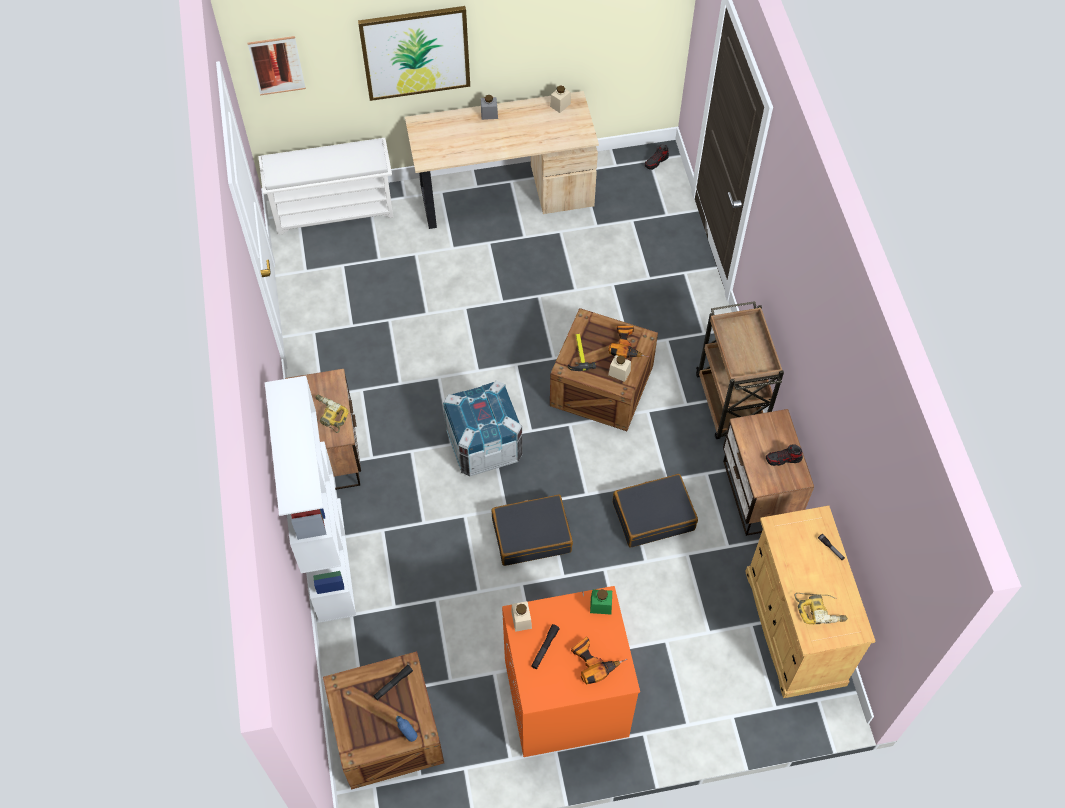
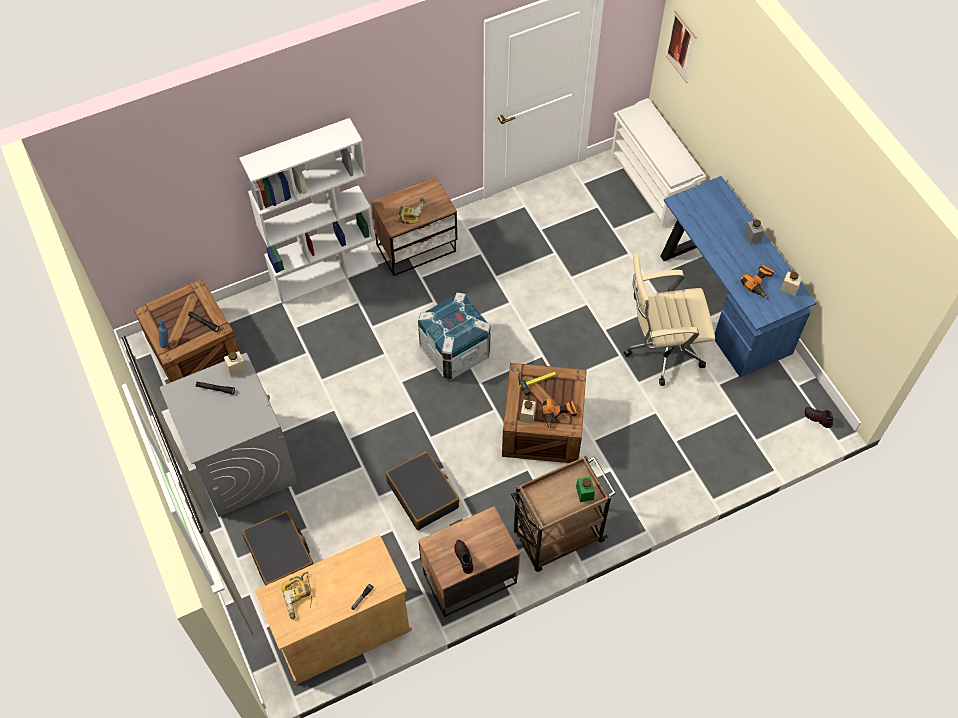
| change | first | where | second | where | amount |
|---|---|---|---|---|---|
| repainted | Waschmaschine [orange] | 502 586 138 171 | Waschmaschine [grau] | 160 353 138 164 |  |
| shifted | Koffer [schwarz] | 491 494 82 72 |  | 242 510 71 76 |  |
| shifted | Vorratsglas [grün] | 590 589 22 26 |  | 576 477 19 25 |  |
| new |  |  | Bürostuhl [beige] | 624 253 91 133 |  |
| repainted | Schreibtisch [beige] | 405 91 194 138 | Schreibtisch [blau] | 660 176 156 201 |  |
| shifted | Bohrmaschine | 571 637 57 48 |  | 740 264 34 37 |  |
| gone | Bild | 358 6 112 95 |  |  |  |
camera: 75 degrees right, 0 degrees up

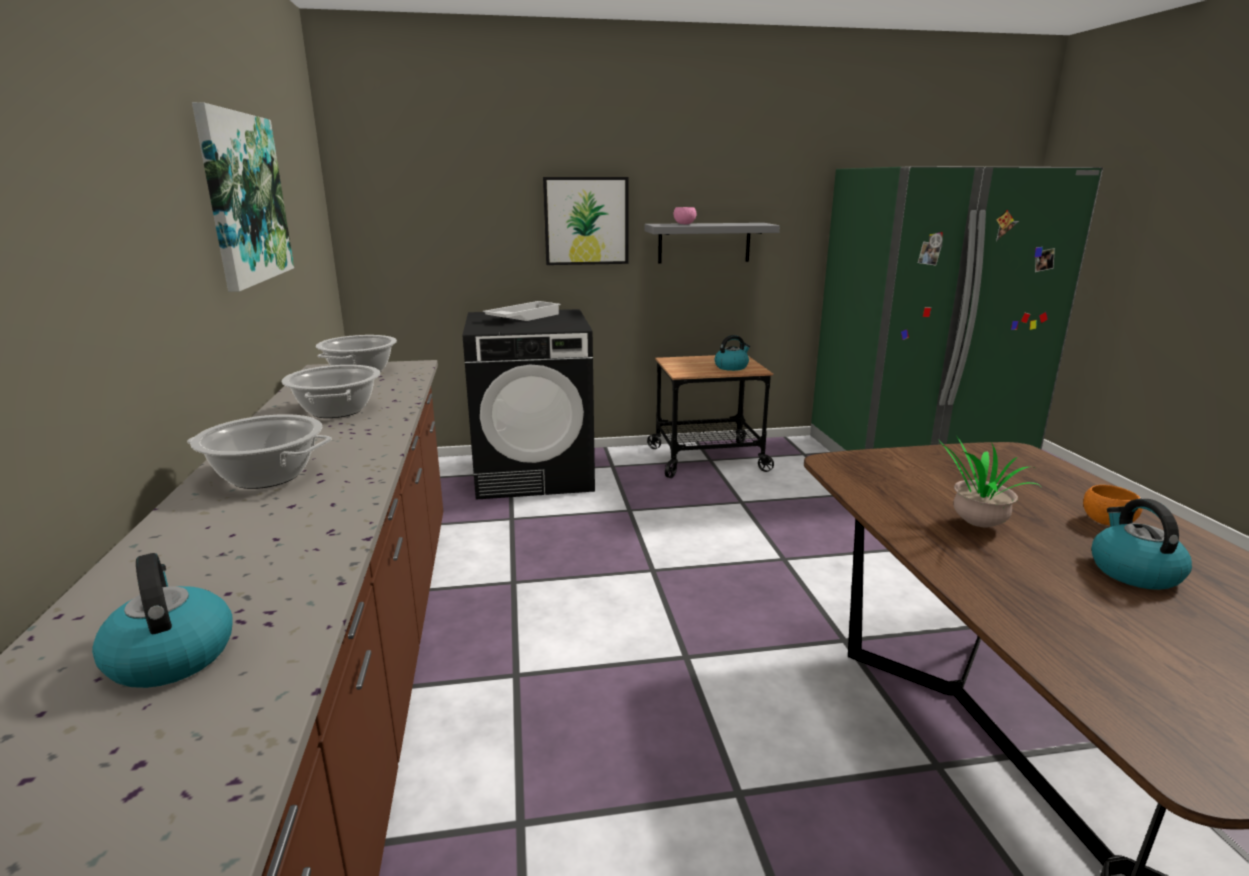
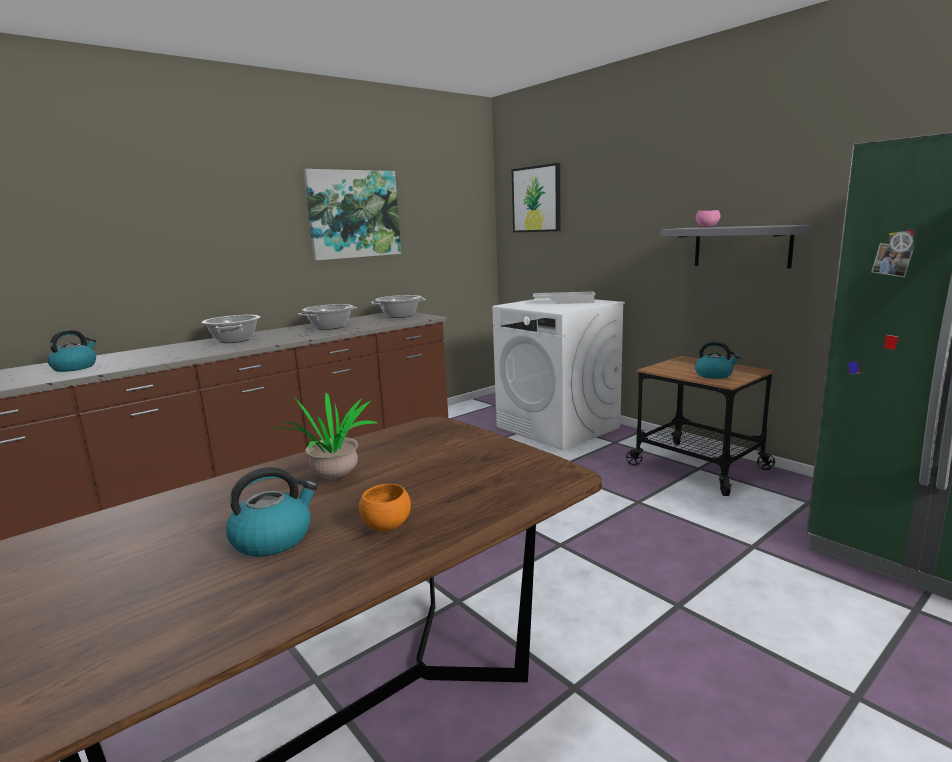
| change | first | where | second | where | amount |
|---|---|---|---|---|---|
| repainted | Waschmaschine [schwarz] | 463 309 132 191 | Waschmaschine [weiß] | 492 298 133 152 |  |
| shifted | Bild | 543 177 86 88 |  | 511 163 49 69 |  |
camera: 60 degrees right, 5 degrees down

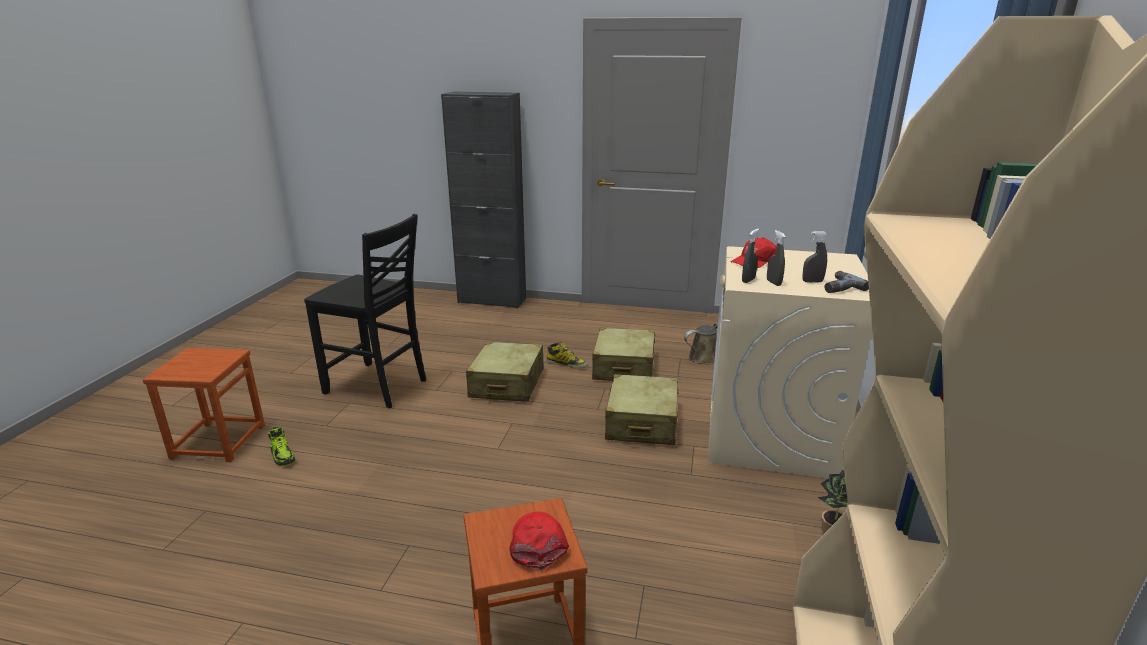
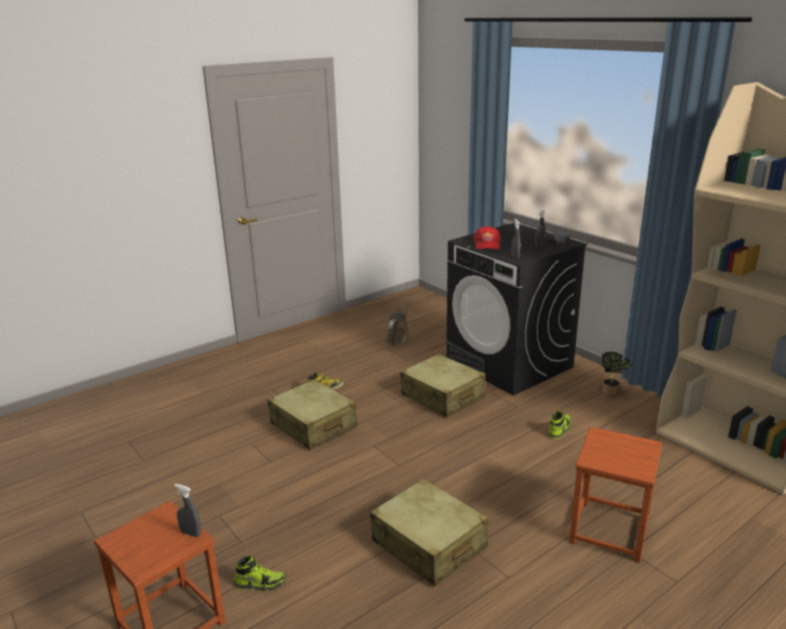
| change | first | where | second | where | amount |
|---|---|---|---|---|---|
| shifted | Sprühflasche [grau] | 767 230 19 56 |  | 174 484 27 53 |  |
| shifted | Koffer [beige] | 592 328 63 53 |  | 370 479 118 107 |  |
| repainted | Waschmaschine [beige] | 708 246 164 233 | Waschmaschine [schwarz] | 446 223 142 173 |  |
| new |  |  | Schuh | 548 411 24 28 |  |
| gone | Stuhl [schwarz] | 304 214 122 194 |  |  |  |
| gone | Schrank [schwarz] | 441 92 85 216 |  |  |  |
| gone | Kappe [rot] | 509 512 60 58 |  |  |  |
camera: 50 degrees left, 0 degrees up

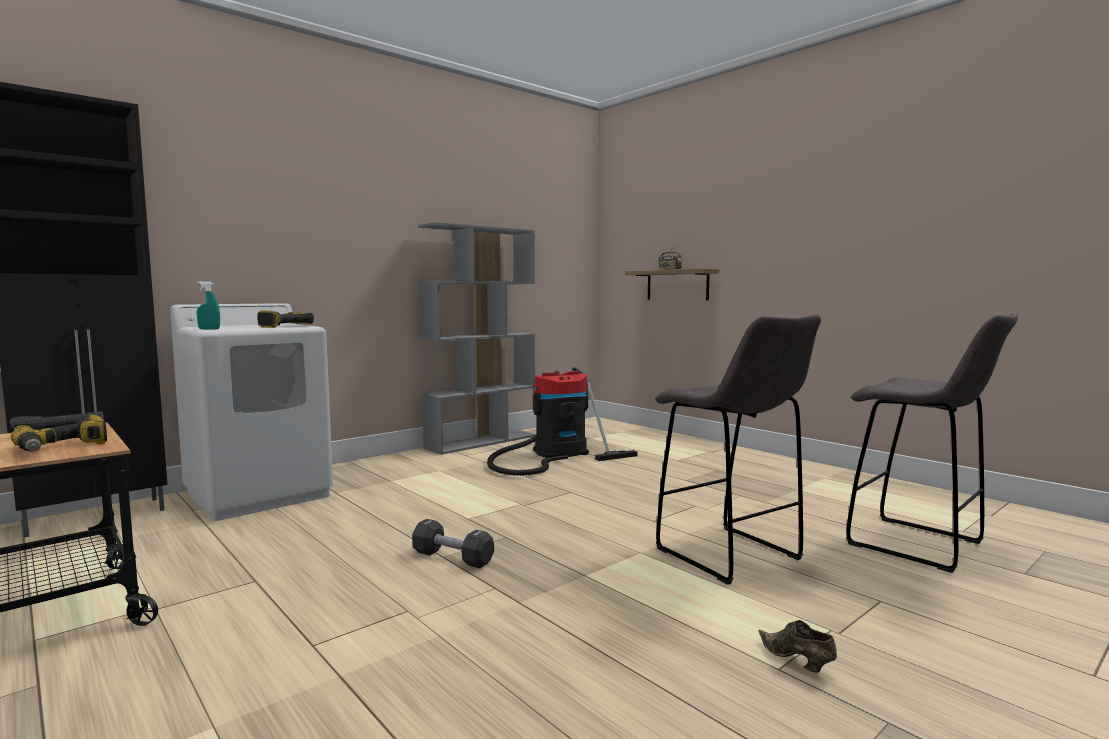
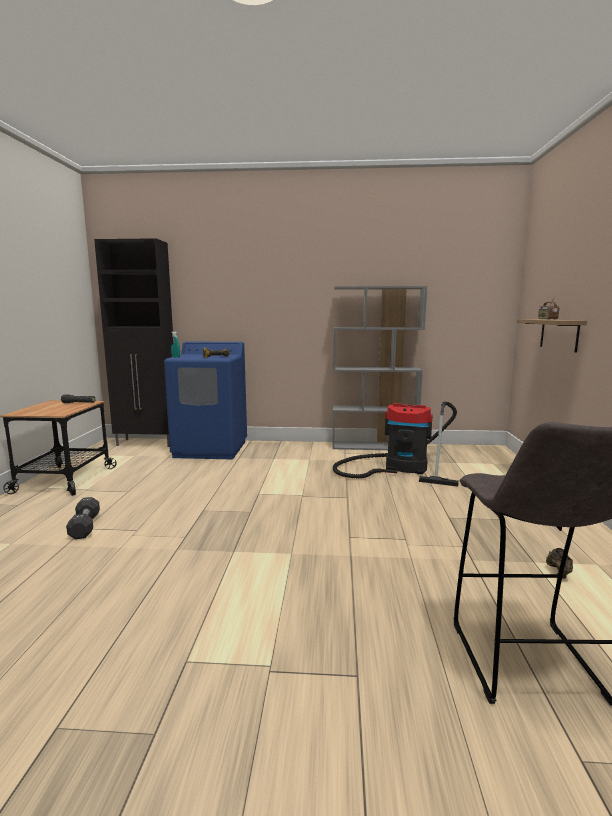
| change | first | where | second | where | amount |
|---|---|---|---|---|---|
| shifted | Hantel [schwarz] | 412 519 82 49 |  | 66 497 34 42 |  |
| repainted | Waschmaschine [weiß] | 170 303 163 218 | Waschmaschine [blau] | 164 342 83 117 |  |
| shifted | Schuh [braun] | 758 620 79 53 |  | 546 548 27 31 |  |
| gone | Bohrmaschine | 10 415 97 36 |  |  |  |
| gone | Hocker [grau] | 655 314 166 271 |  |  |  |
camera: 45 degrees right, 5 degrees up

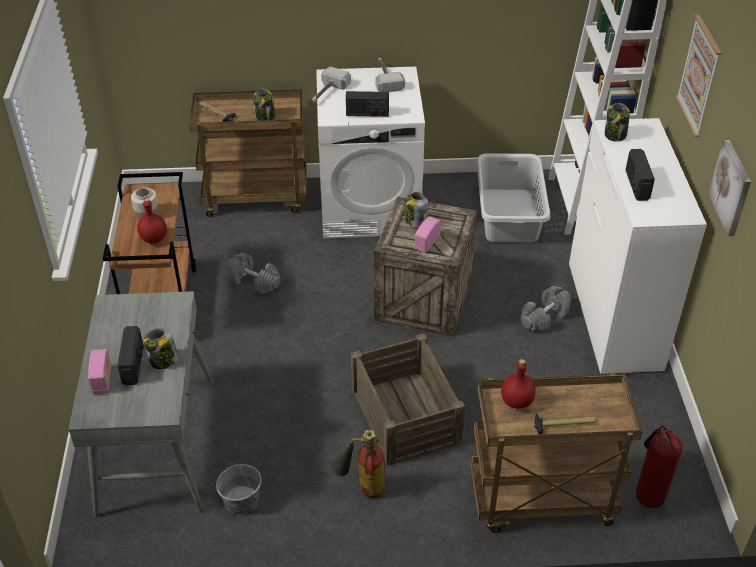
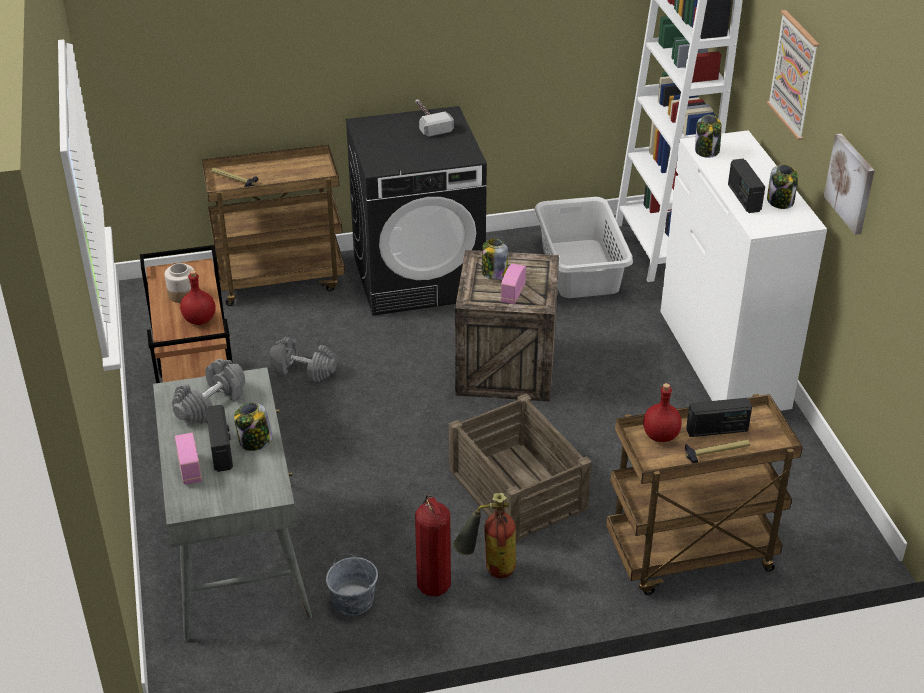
| change | first | where | second | where | amount |
|---|---|---|---|---|---|
| shifted | Hantel [grau] | 521 286 50 46 |  | 172 359 73 65 |  |
| repainted | Waschmaschine [weiß] | 316 67 109 172 | Waschmaschine [schwarz] | 346 106 141 209 |  |
| shifted | Feuerlöscher | 636 426 46 82 |  | 415 495 36 101 |  |
| shifted | Radio | 346 91 43 26 |  | 686 398 66 39 |  |
| shifted | Vorratsglas | 253 89 22 32 |  | 767 164 31 45 |  |
| gone | Hammer | 312 67 39 35 |  |  |  |
camera: 10 degrees left, 5 degrees down

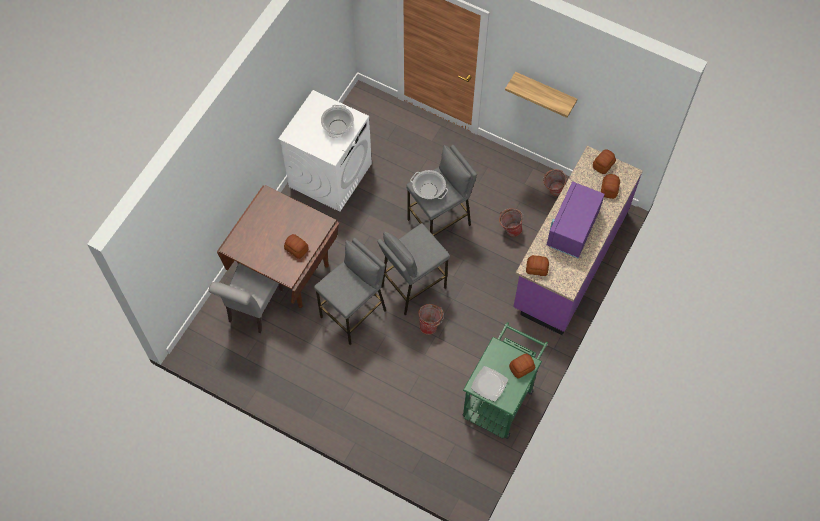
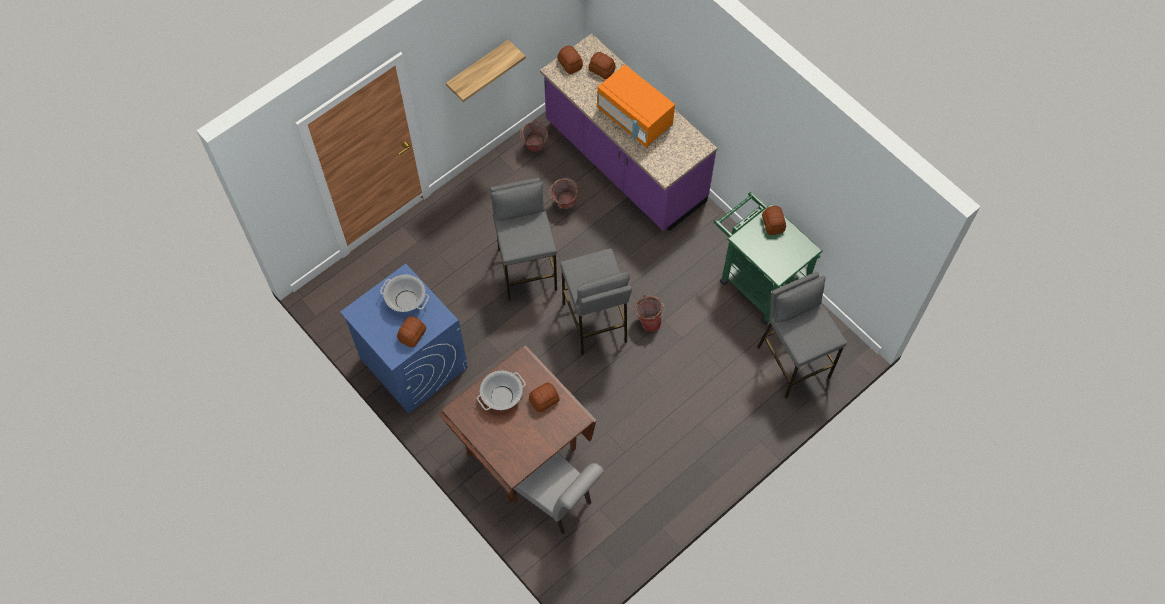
| change | first | where | second | where | amount |
|---|---|---|---|---|---|
| repainted | Waschmaschine [weiß] | 278 90 94 122 | Waschmaschine [blau] | 340 264 128 150 |  |
| shifted | Brot | 526 255 23 21 |  | 397 316 29 31 |  |
| shifted | Kochtopf | 410 170 38 29 |  | 477 371 49 39 |  |
| repainted | Mikrowelle [lila] | 547 181 58 77 | Mikrowelle [orange] | 597 65 78 83 |  |
| shifted | Hocker [grau] | 314 238 72 107 |  | 757 272 90 127 |  |
| gone | Teller | 471 366 37 36 |  |  |  |
camera: 70 degrees left, 0 degrees up

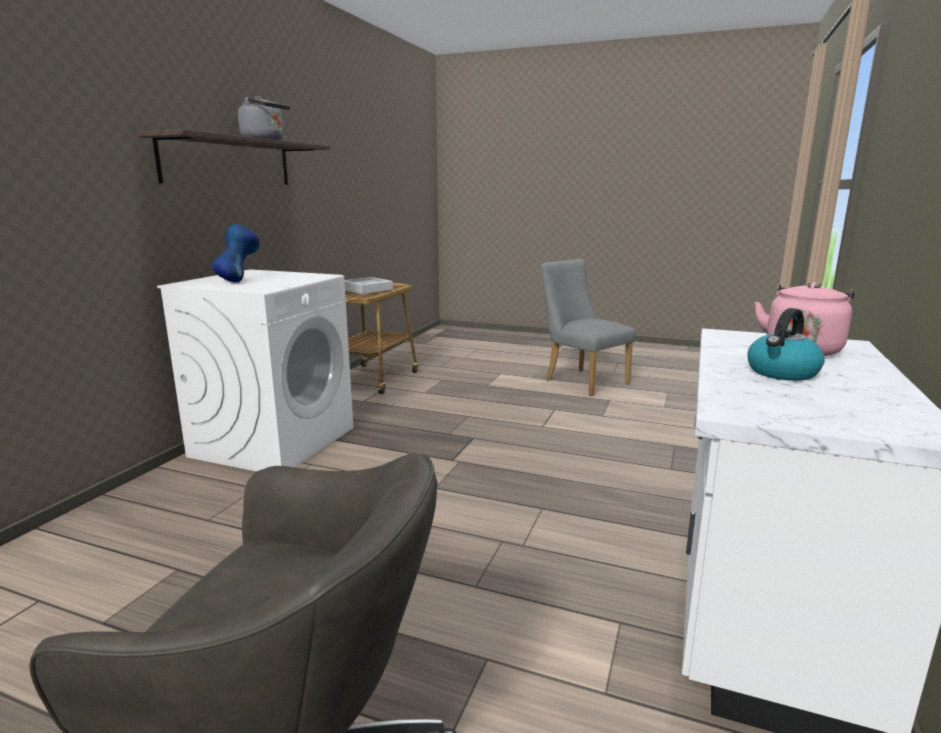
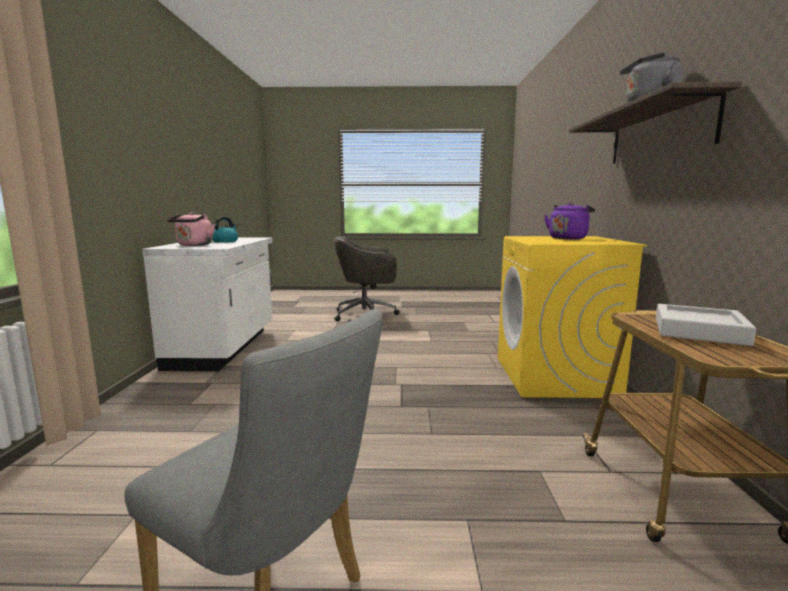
| change | first | where | second | where | amount |
|---|---|---|---|---|---|
| repainted | Waschmaschine [weiß] | 157 269 196 202 | Waschmaschine [gelb] | 498 236 149 162 |  |
| swapped | Vase [blau] | 212 224 48 58 | Wasserkessel [lila] | 544 202 51 38 |  |
camera: 160 degrees right, 5 degrees down

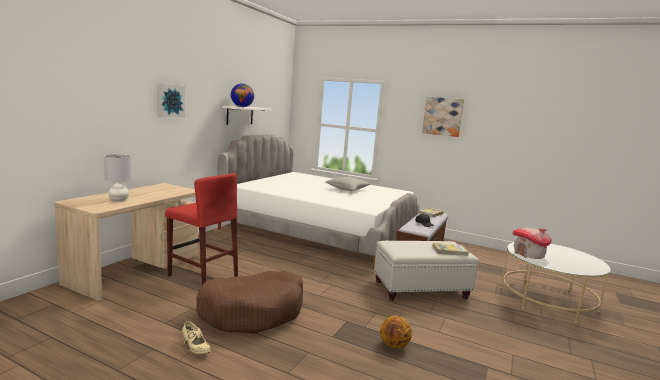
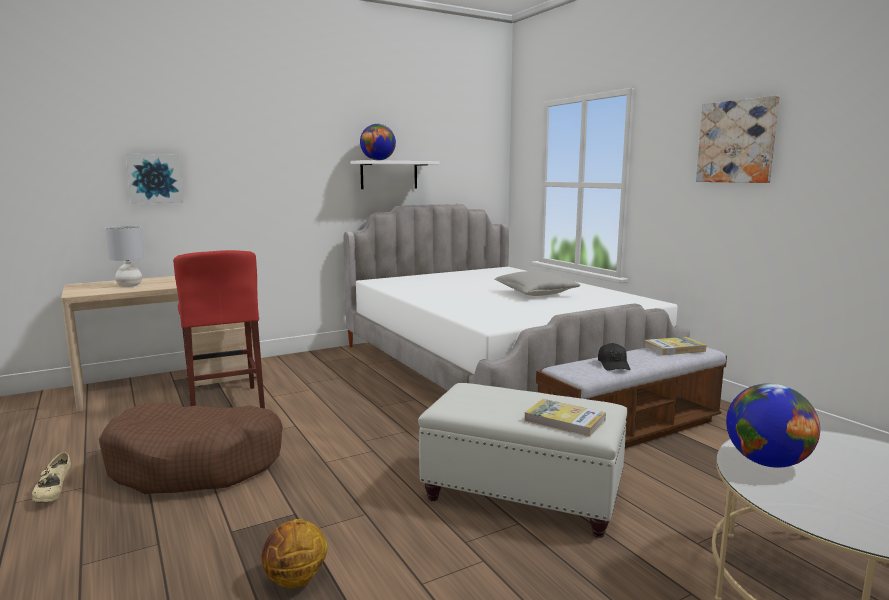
| change | first | where | second | where | amount |
|---|---|---|---|---|---|
| shifted | Bild | 157 83 28 35 |  | 126 154 57 50 |  |
| swapped | Spielzeughaus | 513 228 39 31 | Globus | 726 383 94 85 |  |
camera: 35 degrees right, 0 degrees up

